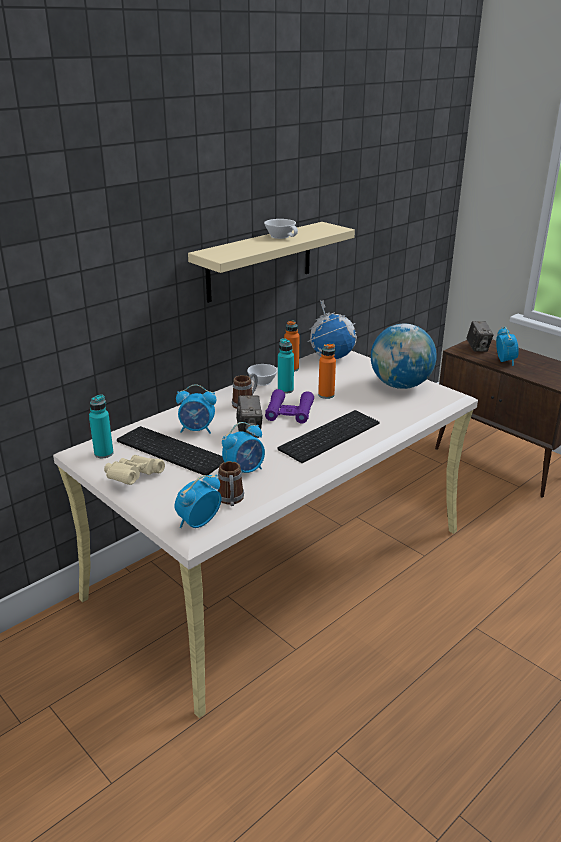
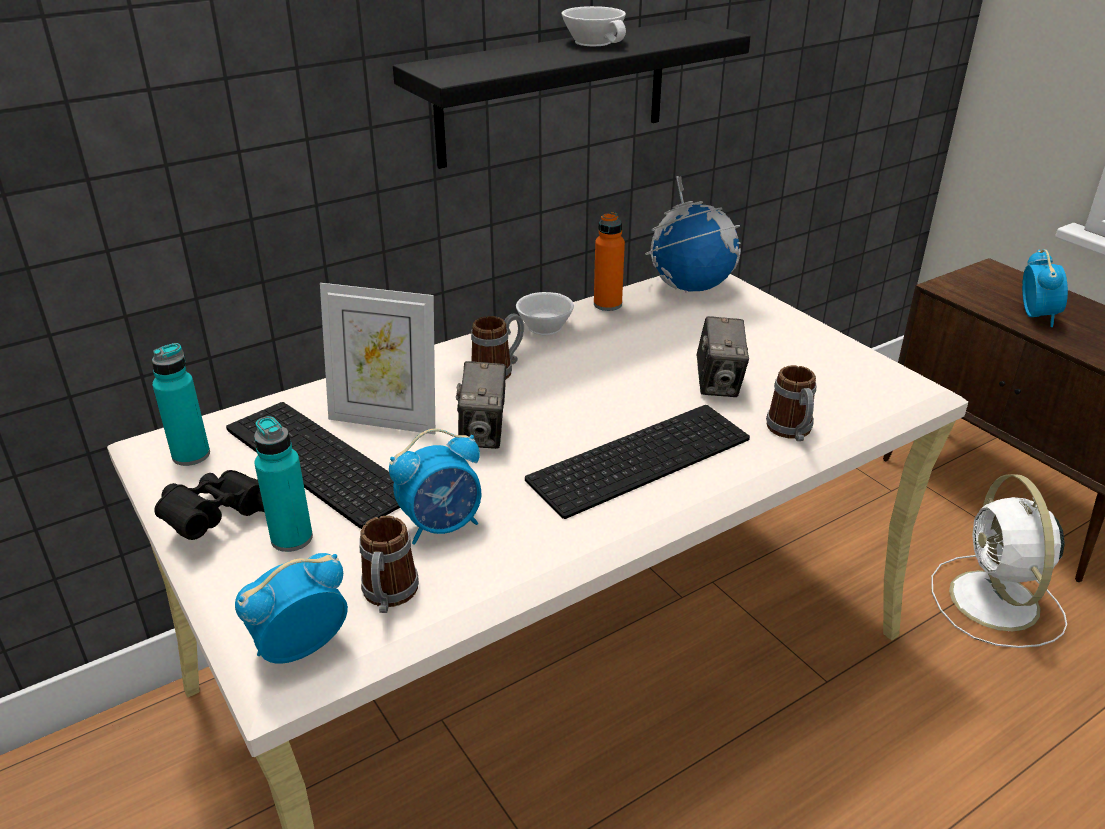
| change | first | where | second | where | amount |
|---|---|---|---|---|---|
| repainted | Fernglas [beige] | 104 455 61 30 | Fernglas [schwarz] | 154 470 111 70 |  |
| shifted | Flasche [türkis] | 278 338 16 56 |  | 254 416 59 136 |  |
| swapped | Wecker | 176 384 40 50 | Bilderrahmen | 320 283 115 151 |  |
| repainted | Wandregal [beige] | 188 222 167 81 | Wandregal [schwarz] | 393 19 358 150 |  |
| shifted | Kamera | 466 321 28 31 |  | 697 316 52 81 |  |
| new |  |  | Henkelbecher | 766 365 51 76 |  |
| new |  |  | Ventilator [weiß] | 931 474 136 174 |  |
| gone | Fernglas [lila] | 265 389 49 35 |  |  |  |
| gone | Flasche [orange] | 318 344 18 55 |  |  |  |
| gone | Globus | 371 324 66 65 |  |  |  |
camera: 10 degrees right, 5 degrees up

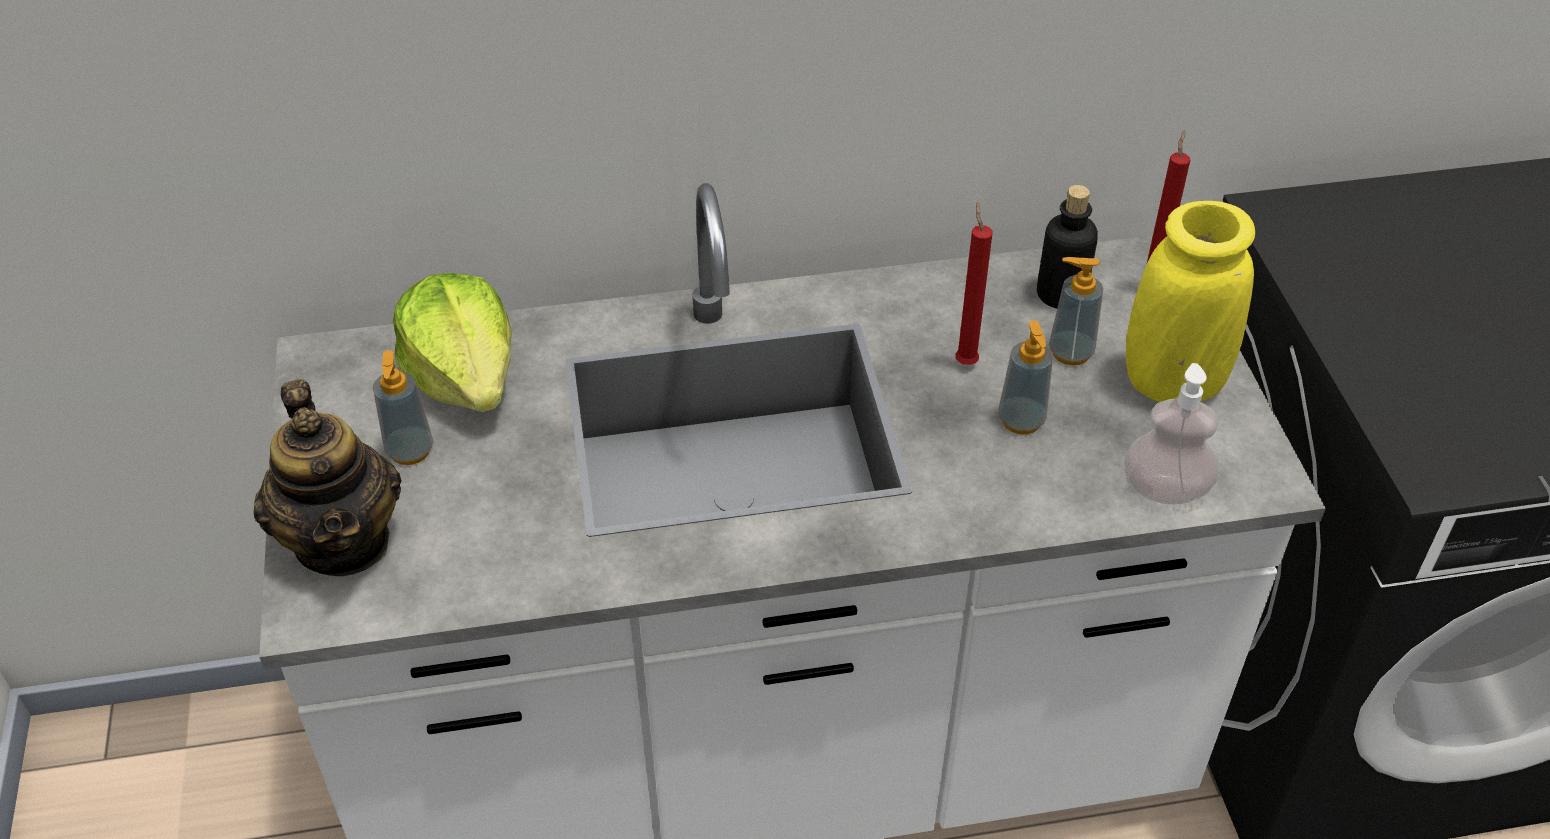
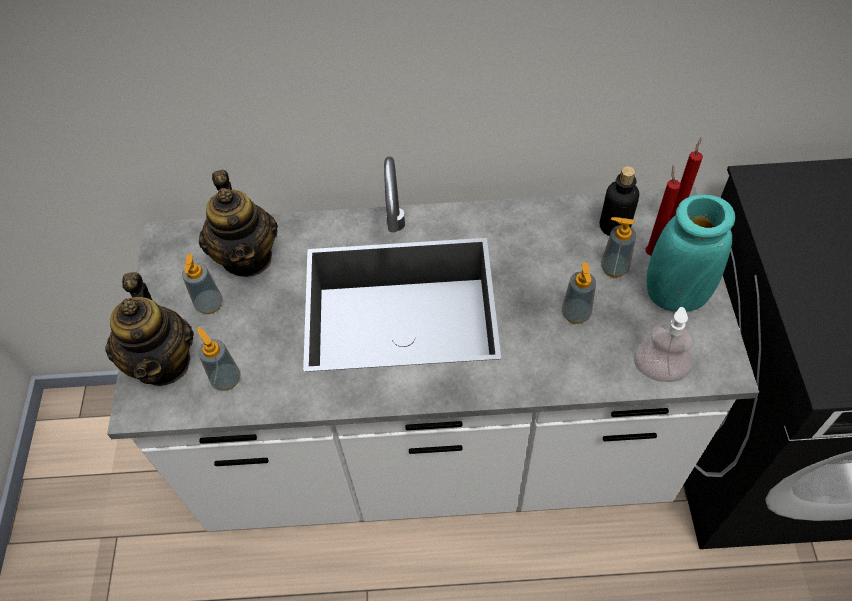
| change | first | where | second | where | amount |
|---|---|---|---|---|---|
| new |  |  | Seifenspender | 197 327 43 64 |  |
| swapped | Salatkopf | 393 273 119 139 | Teekanne | 199 170 79 107 |  |
| shifted | Kerze [rot] | 955 202 37 163 |  | 645 165 36 91 |  |
| repainted | Vase [gelb] | 1126 201 129 201 | Vase [türkis] | 647 195 88 117 |  |
camera: 10 degrees right, 10 degrees up

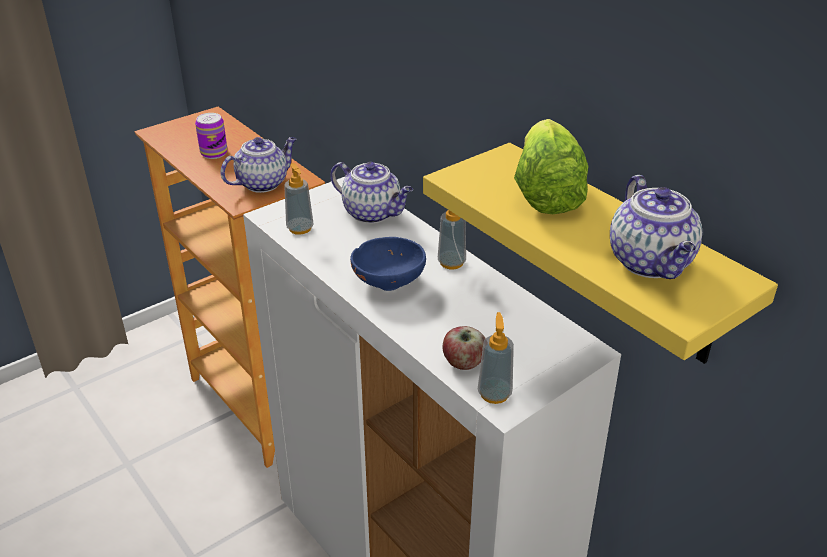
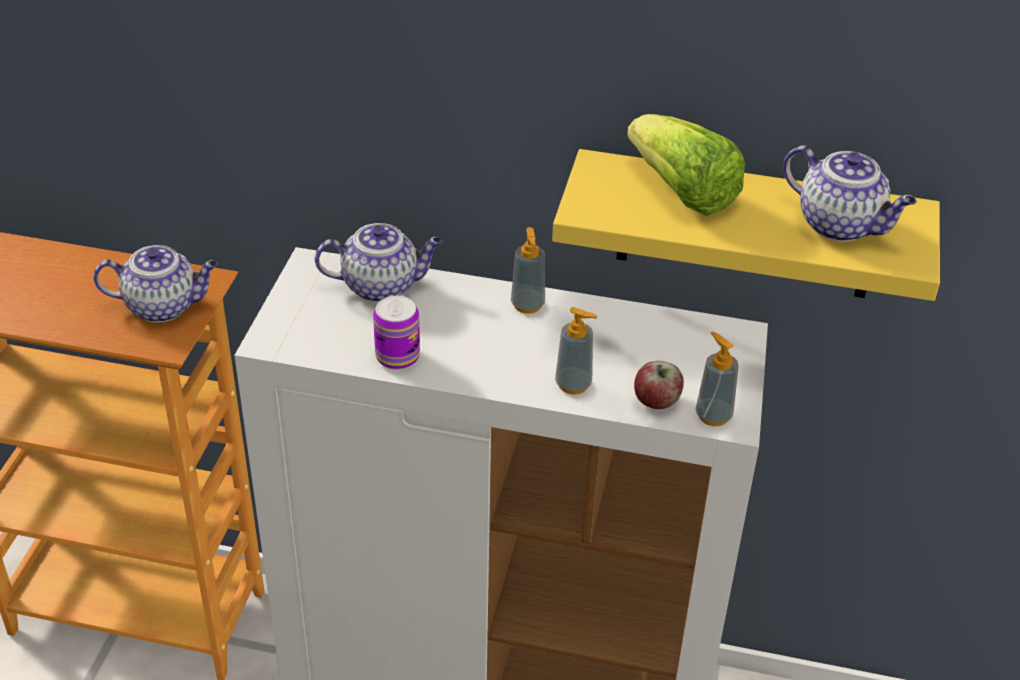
| change | first | where | second | where | amount |
|---|---|---|---|---|---|
| rotated | Teekanne | 221 137 75 56 |  | 93 245 125 77 | 75 degrees clockwise |
| shifted | Dose | 195 113 32 46 |  | 373 296 47 74 |  |
| shifted | Seifenspender | 284 163 30 72 |  | 555 307 42 88 |  |
| gone | Schüssel [blau] | 350 237 76 54 |  |  |  |
camera: 40 degrees left, 5 degrees up

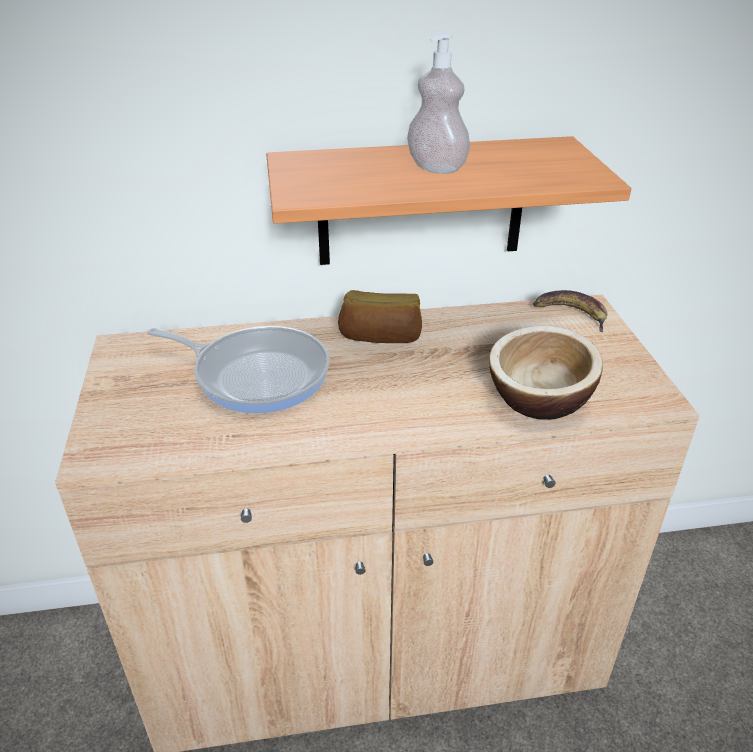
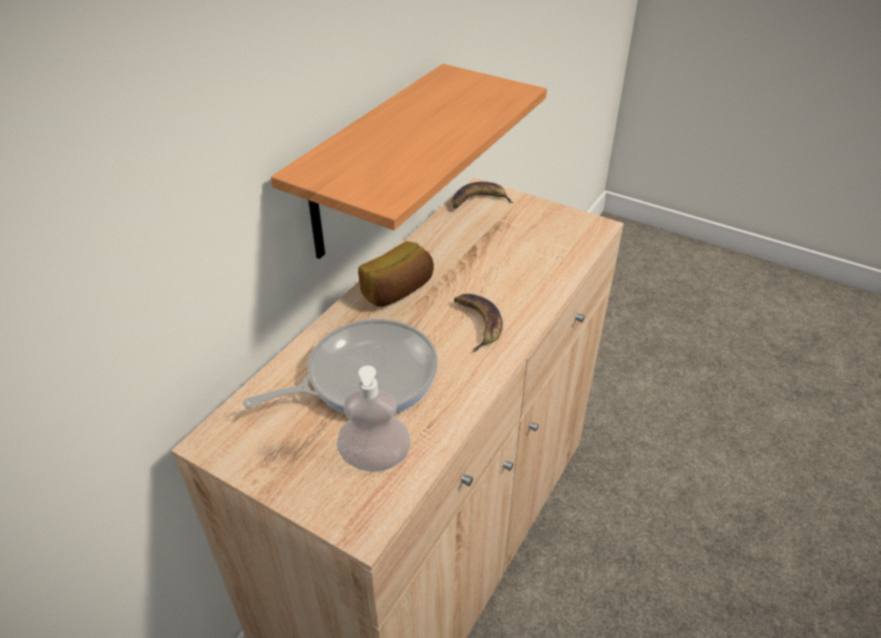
| change | first | where | second | where | amount |
|---|---|---|---|---|---|
| shifted | Seifenspender | 407 32 63 142 |  | 337 365 74 107 |  |
| new |  |  | Banane | 454 294 49 58 |  |
| gone | Schüssel | 489 326 114 94 |  |  |  |
camera: 50 degrees left, 5 degrees up

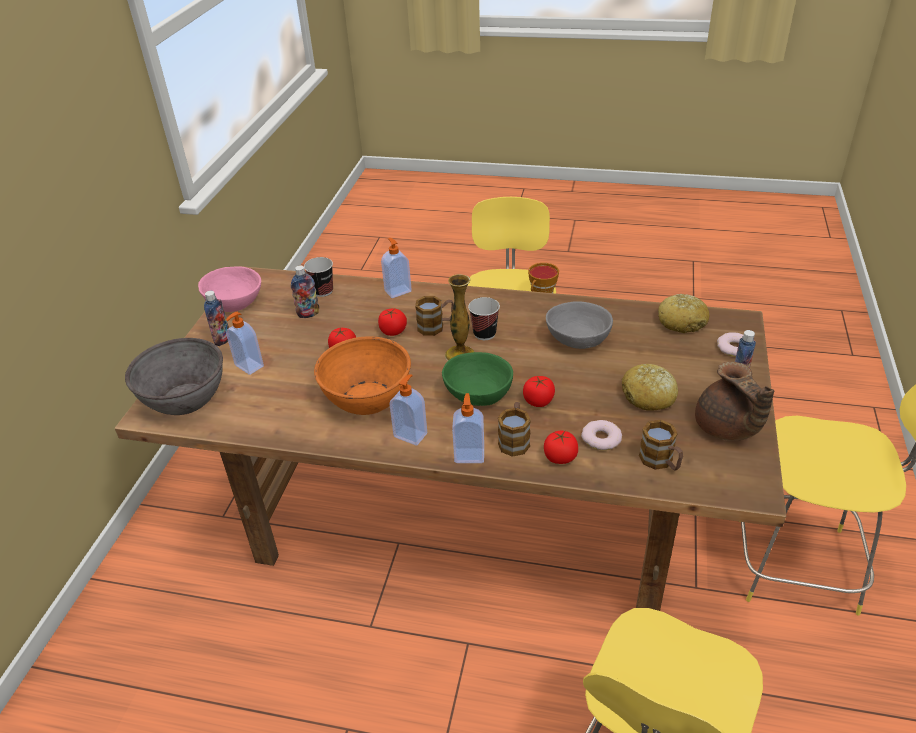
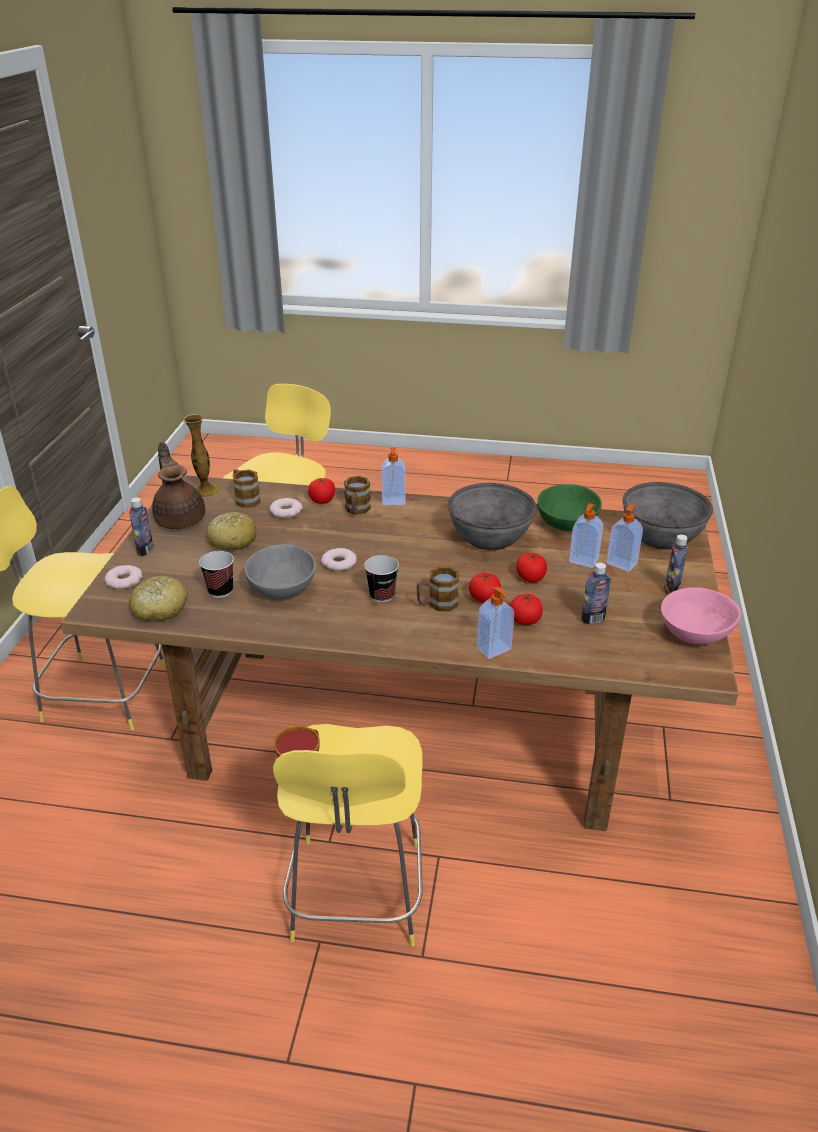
| change | first | where | second | where | amount |
|---|---|---|---|---|---|
| shifted | Vase | 445 274 30 87 |  | 183 414 37 83 |  |
| shifted | Tasse | 304 257 29 40 |  | 199 551 35 47 |  |
| new |  |  | Donut | 321 548 36 23 |  |
| repainted | Schüssel [orange] | 314 336 97 79 | Schüssel [grau] | 448 483 88 67 |  |
| shifted | Tomate | 523 376 32 31 |  | 510 593 33 32 |  |
| shifted | Schüssel [grün] | 442 352 71 54 |  | 537 484 65 47 |  |
| shifted | Seifenspender | 389 374 38 71 |  | 569 503 34 65 |  |
camera: 175 degrees right, 5 degrees down

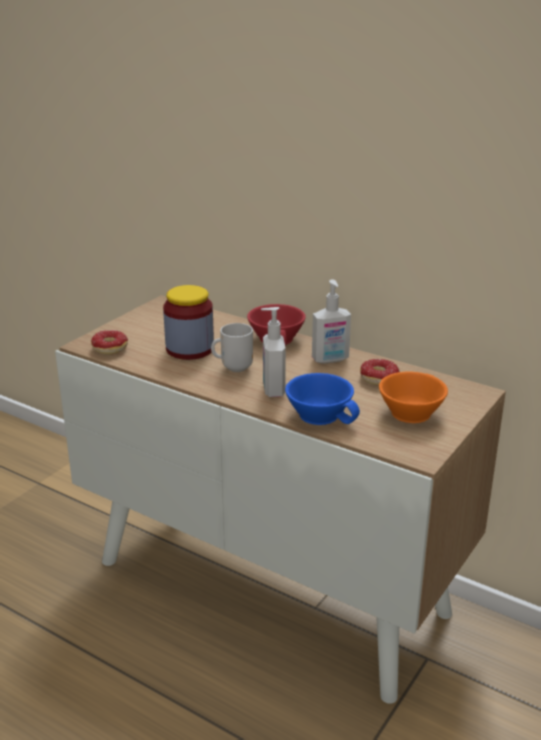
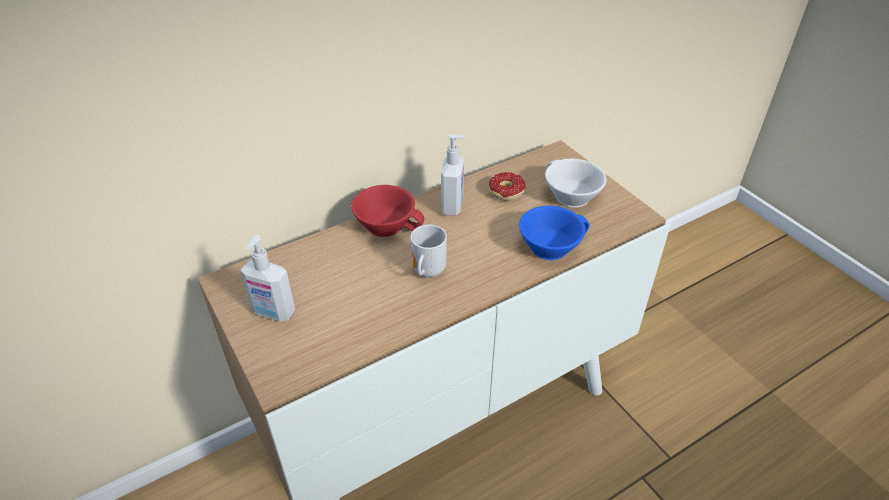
| change | first | where | second | where | amount |
|---|---|---|---|---|---|
| shifted | Seifenspender | 261 307 25 90 |  | 240 235 55 86 |  |
| repainted | Tasse [orange] | 379 372 69 51 | Tasse [weiß] | 545 159 61 49 |  |
| gone | Donut | 91 330 37 25 |  |  |  |
| gone | Vorratsglas | 163 285 51 75 |  |  |  |
camera: 65 degrees left, 15 degrees up

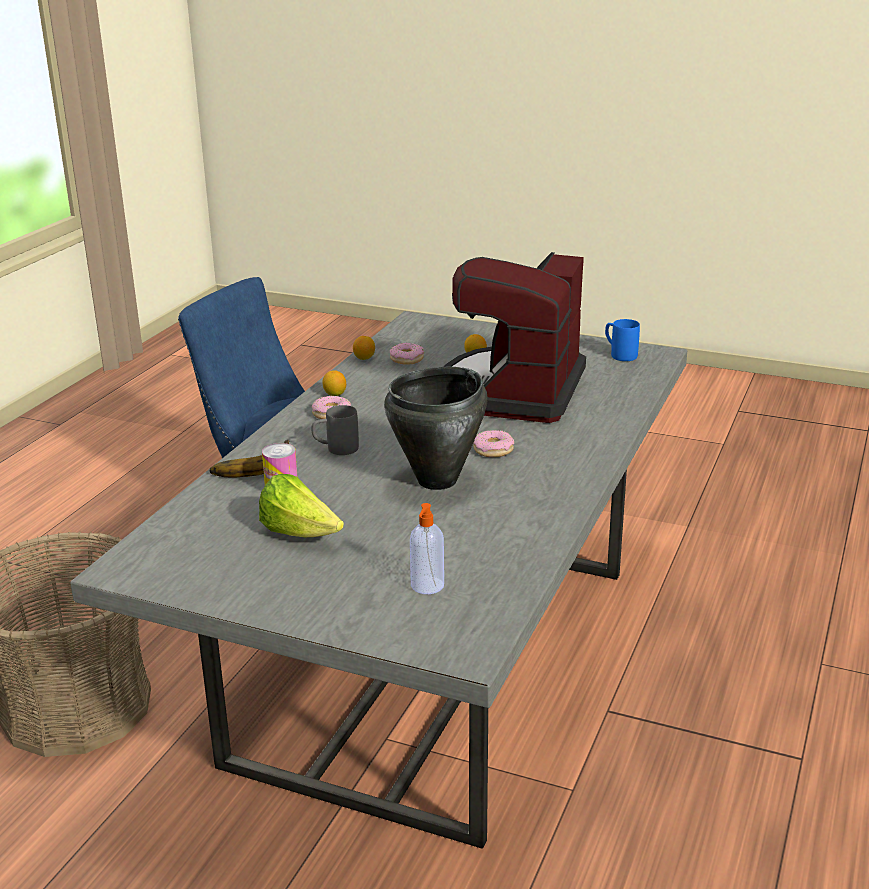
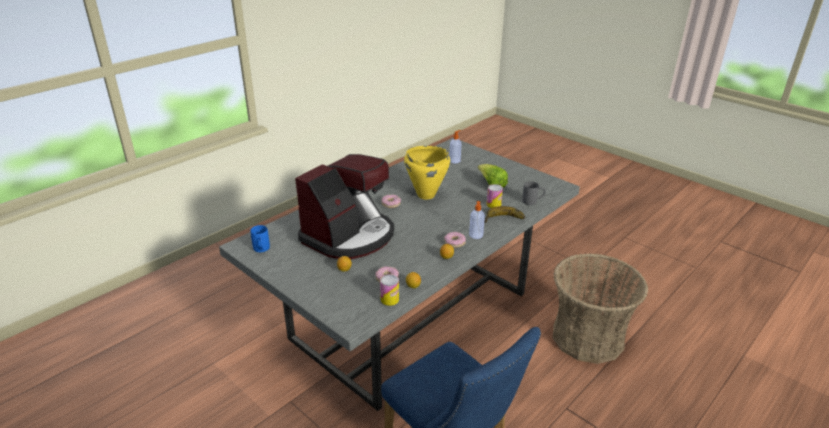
| change | first | where | second | where | amount |
|---|---|---|---|---|---|
| new |  |  | Dose | 380 274 19 32 |  |
| repainted | Kochtopf [schwarz] | 384 367 104 123 | Kochtopf [gelb] | 404 146 46 53 |  |
| new |  |  | Seifenspender | 469 201 16 38 |  |
| shifted | Henkelbecher [grau] | 311 405 48 50 |  | 522 181 24 24 |  |
camera: 160 degrees left, 5 degrees up

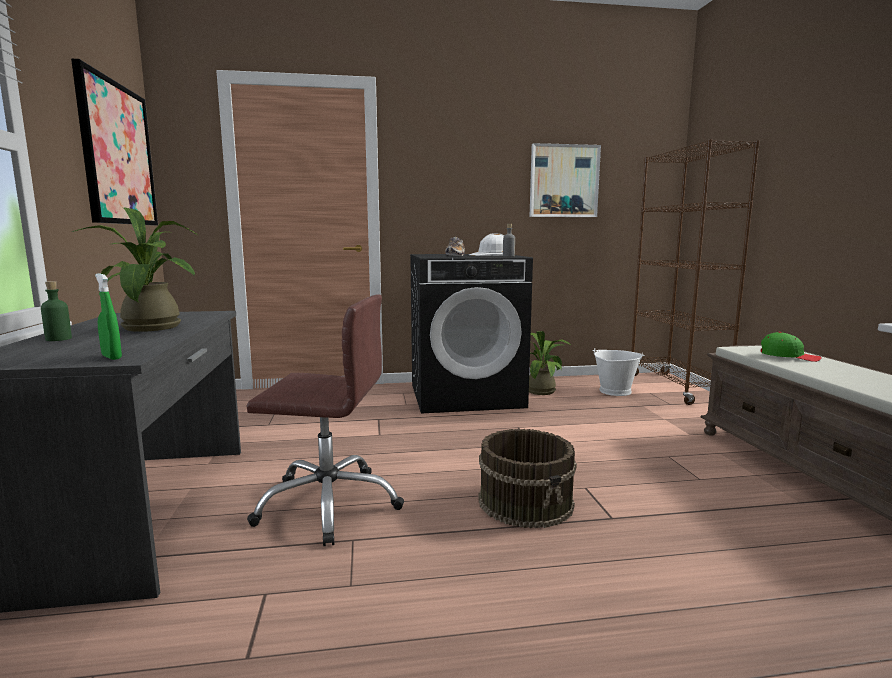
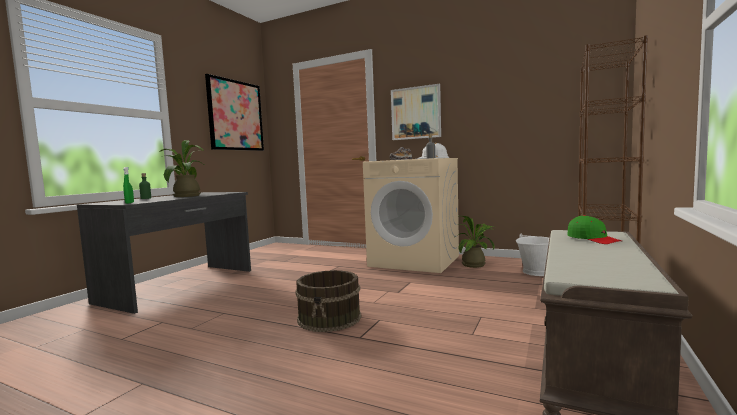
| change | first | where | second | where | amount |
|---|---|---|---|---|---|
| repainted | Waschmaschine [schwarz] | 410 254 123 160 | Waschmaschine [beige] | 363 158 96 115 |  |
| shifted | Bild | 530 143 71 74 |  | 391 84 50 56 |  |
| gone | Bürostuhl [braun] | 247 294 157 252 |  |  |  |
camera: 35 degrees right, 5 degrees down

